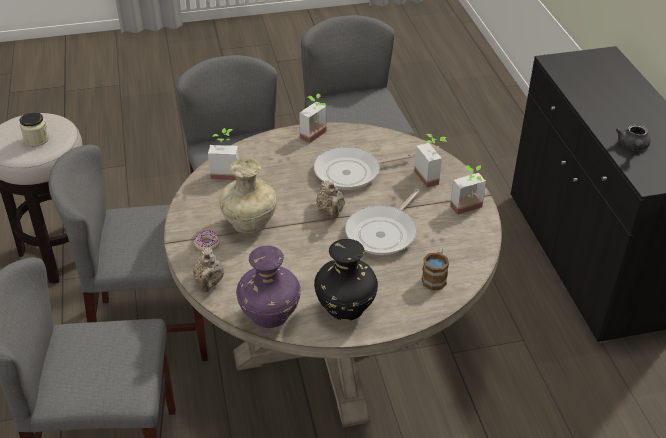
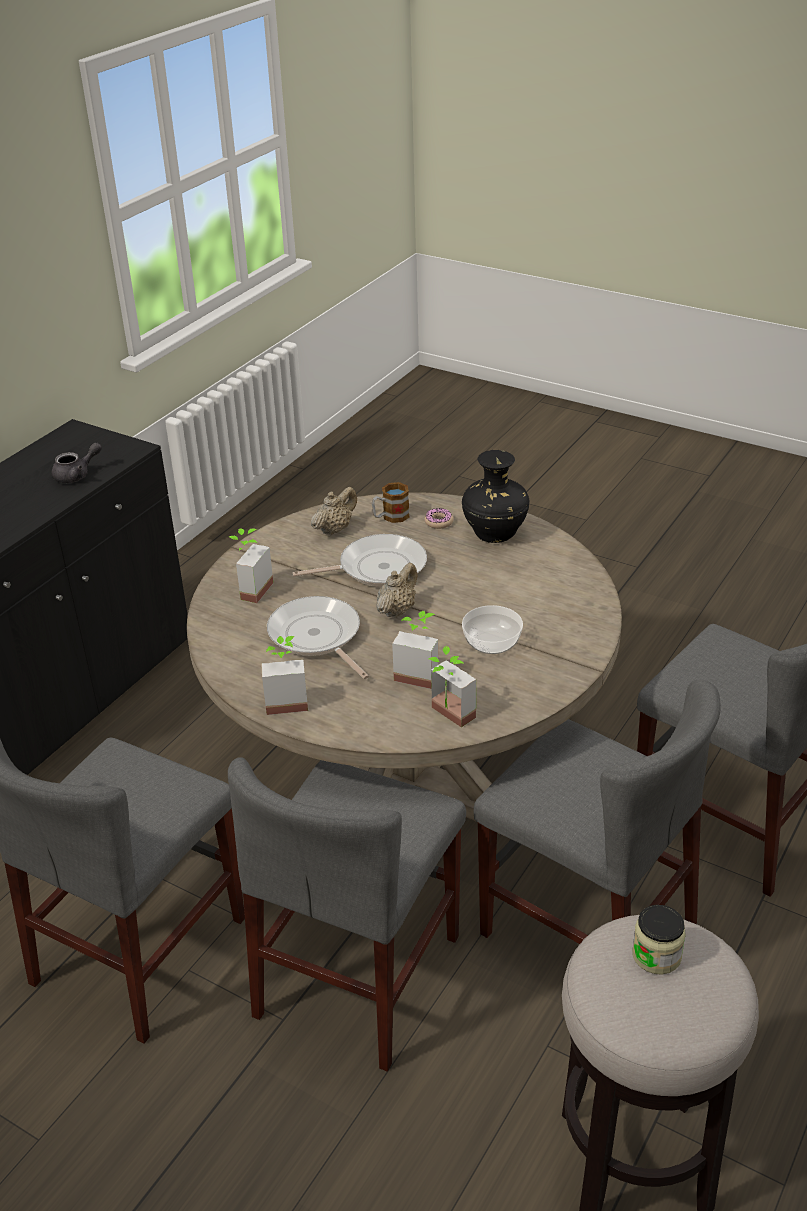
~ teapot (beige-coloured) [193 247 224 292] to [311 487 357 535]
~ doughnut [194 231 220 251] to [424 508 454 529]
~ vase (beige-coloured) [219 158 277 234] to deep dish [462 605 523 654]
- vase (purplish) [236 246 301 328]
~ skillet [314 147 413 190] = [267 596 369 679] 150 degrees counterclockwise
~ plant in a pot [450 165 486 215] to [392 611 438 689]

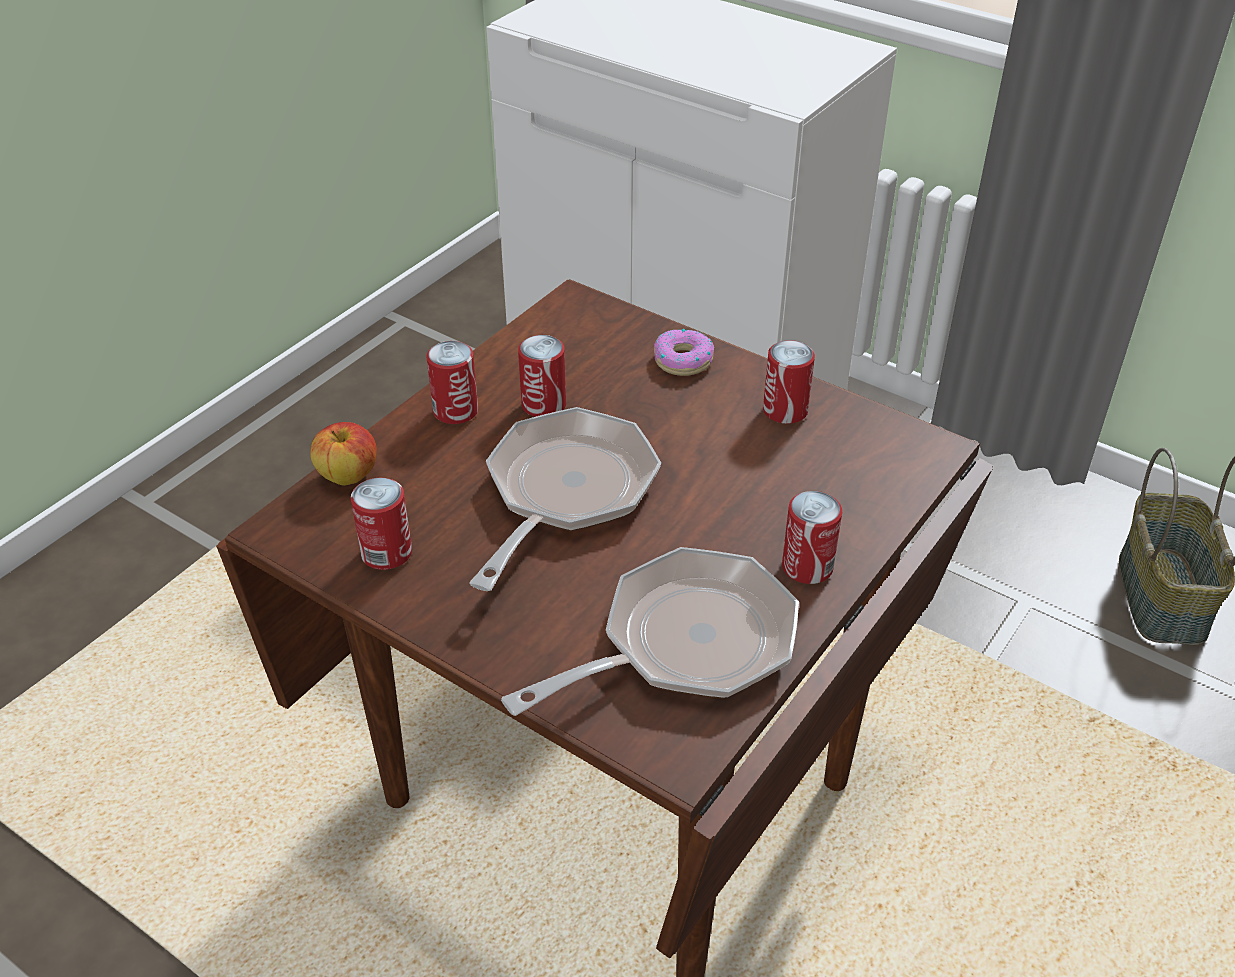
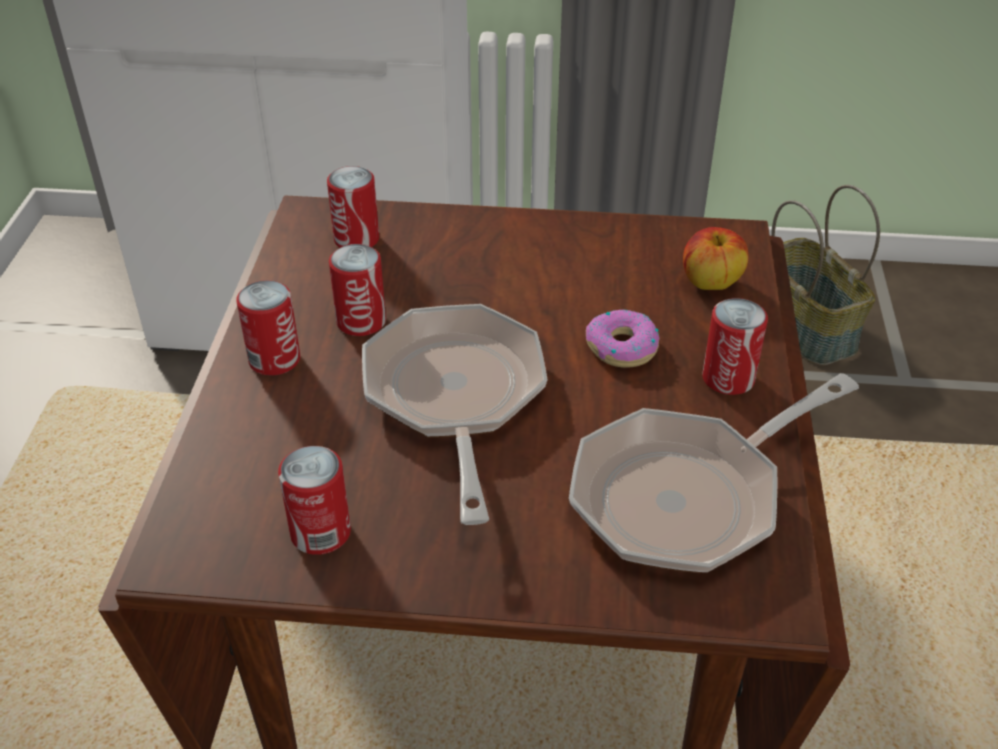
~ apple fruit [310 422 377 486] to [683 227 748 290]
~ skillet [501 547 799 716] = [569 373 859 573] 150 degrees counterclockwise
~ doughnut [654 329 714 376] to [586 310 660 368]
~ can [763 340 815 424] to [327 166 379 248]

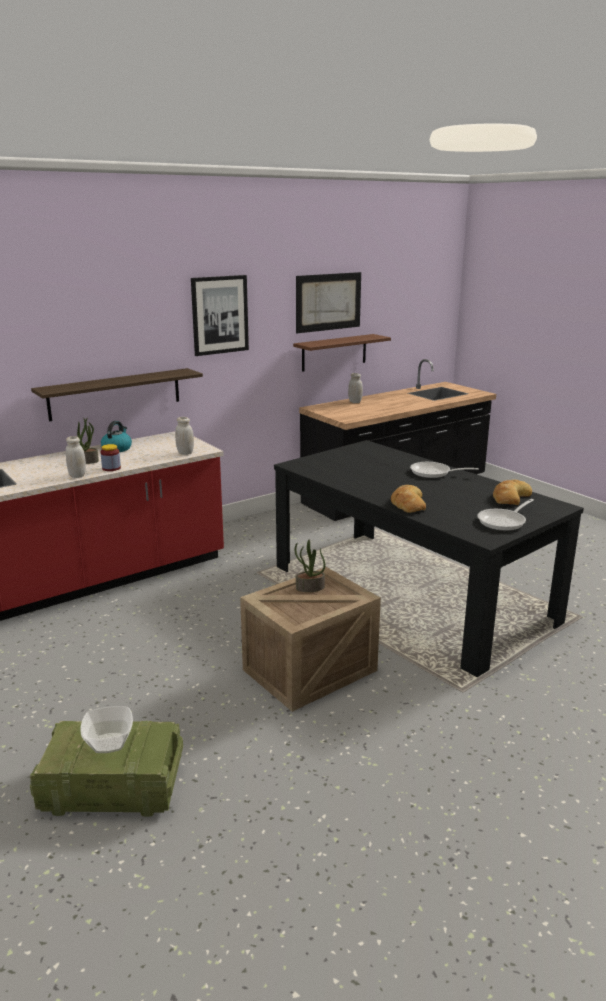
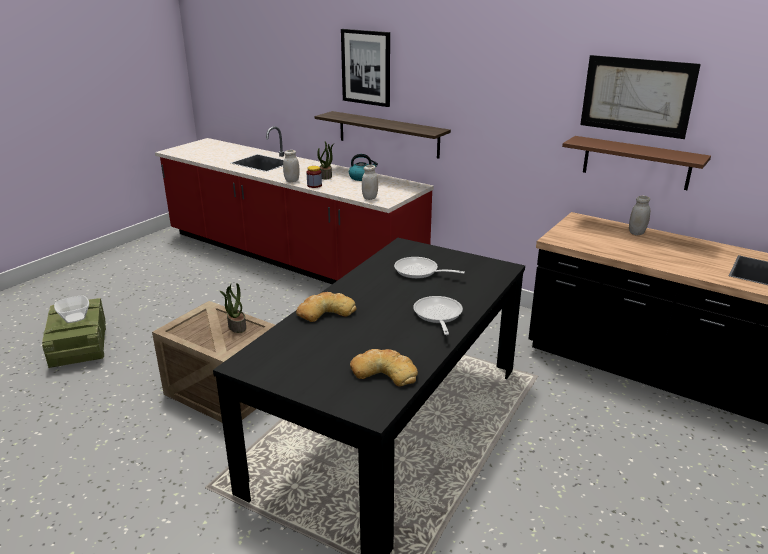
~ wall art [191 275 249 356] to [341 29 390 107]
~ skillet [477 499 534 531] to [394 257 465 279]

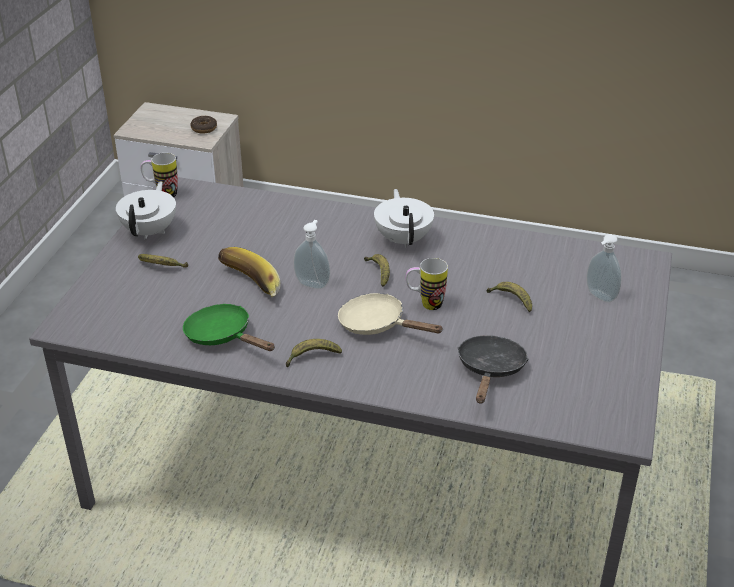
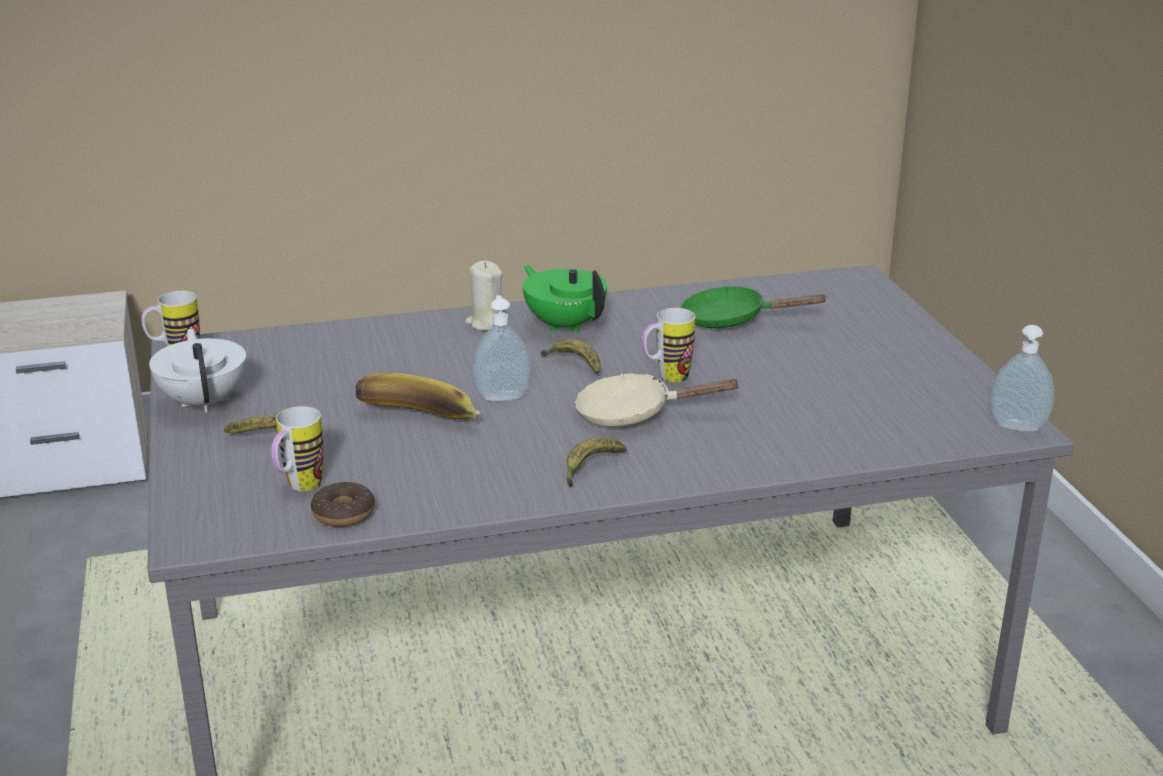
~ skillet (greenish) [183 304 275 351] to [680 286 828 328]
~ doughnut [190 116 217 134] to [311 482 375 527]
~ teapot (whitish) [374 189 434 248] to teapot (greenish) [523 265 607 332]
- skillet (blackish) [457 335 529 403]
- banana fruit [486 282 532 312]
~ soap dispenser [586 234 622 303] to [990 325 1054 432]
+ tea mug [272 406 323 491]
+ wax candle (beige-coloured) [465 260 503 331]

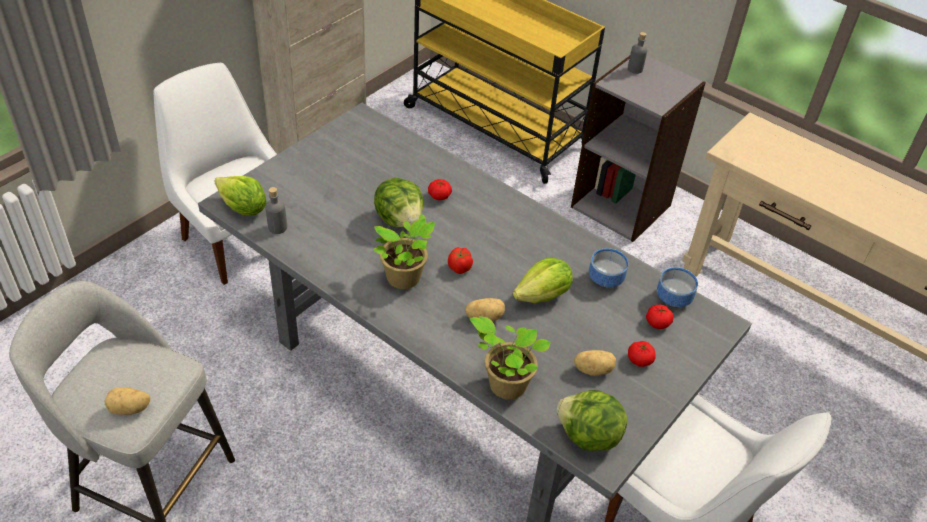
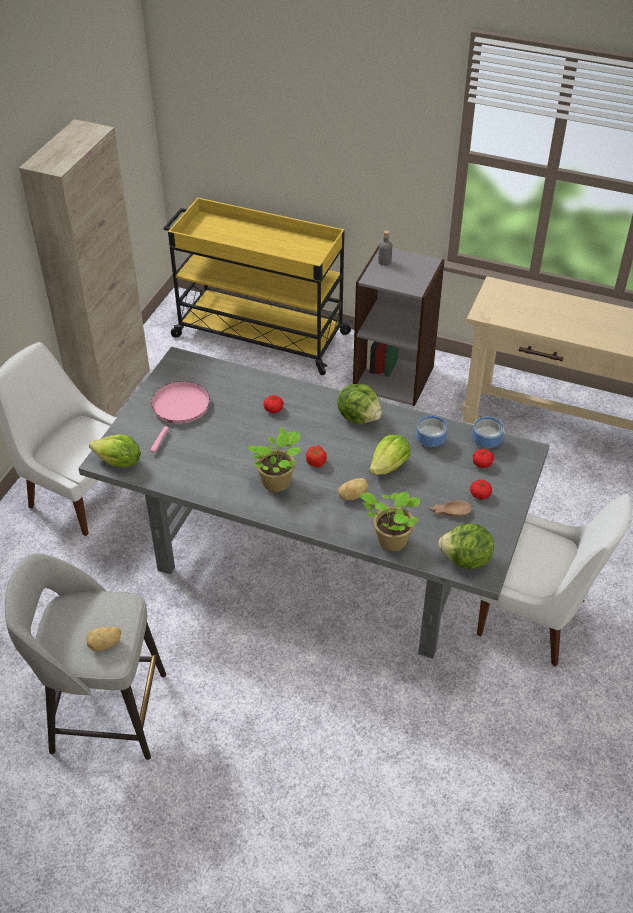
- beverage bottle (greyish) [265 187 287 234]
~ head of lettuce [374 178 424 228] to [337 384 382 424]
~ spud [574 350 616 376] to deep dish (brownish) [429 501 471 517]
+ skillet (pink-coloured) [150 381 210 453]

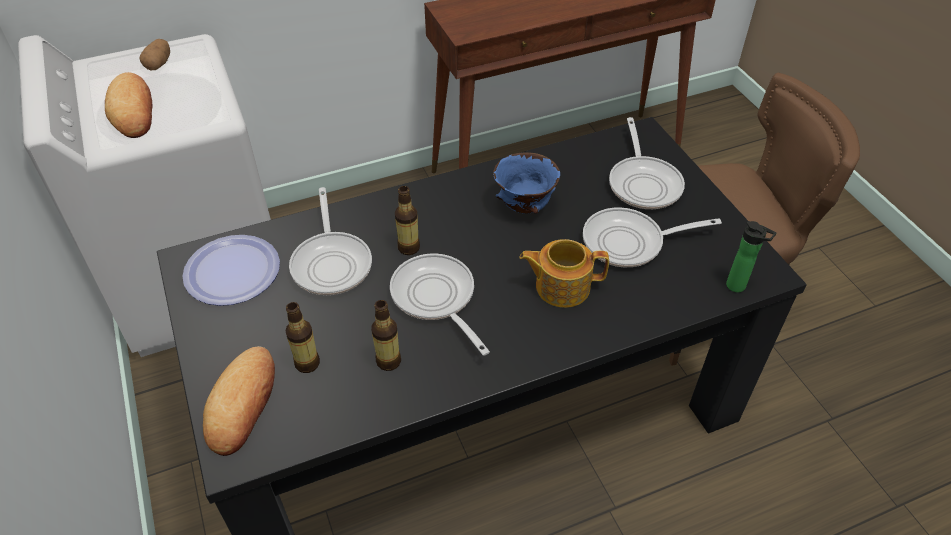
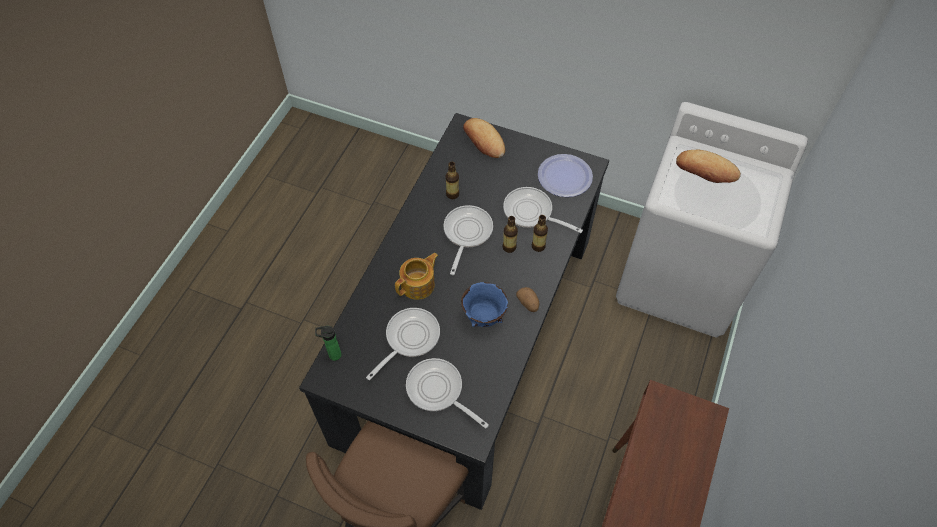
~ spud [139 39 170 70] to [516 287 539 312]
~ beverage bottle [285 302 320 373] to [532 215 548 252]
~ skillet [390 253 490 356] = [444 205 493 275] 90 degrees counterclockwise

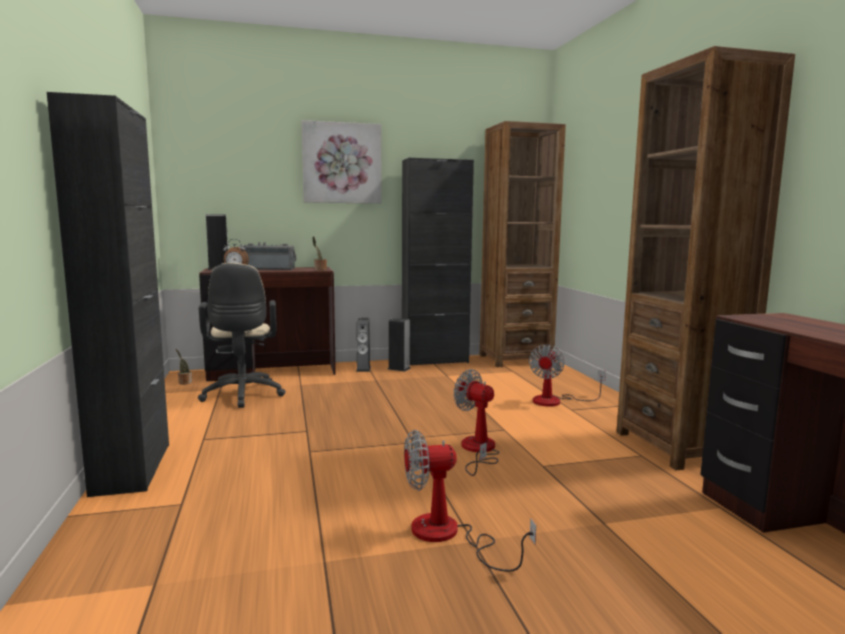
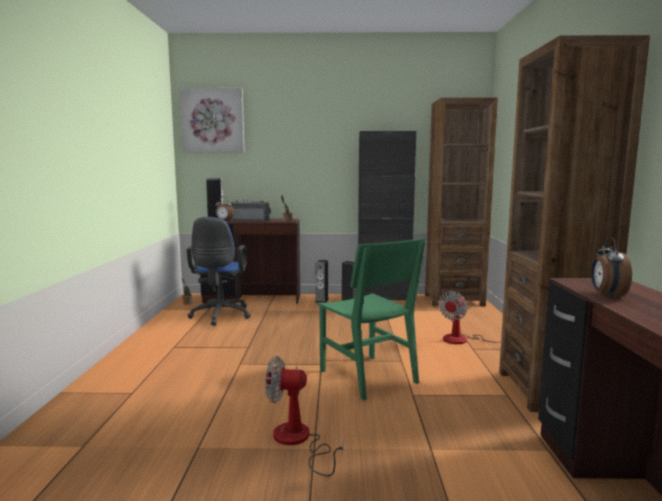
- storage cabinet (blackish) [47 92 169 497]
~ computer chair (beige-coloured) [198 263 286 408] to computer chair (blue) [186 217 251 325]
~ wall art [302 120 382 204] to [179 88 245 152]
~ fan [453 369 500 476] to upright chair (greenish) [317 238 425 401]
+ table clock [591 237 632 298]

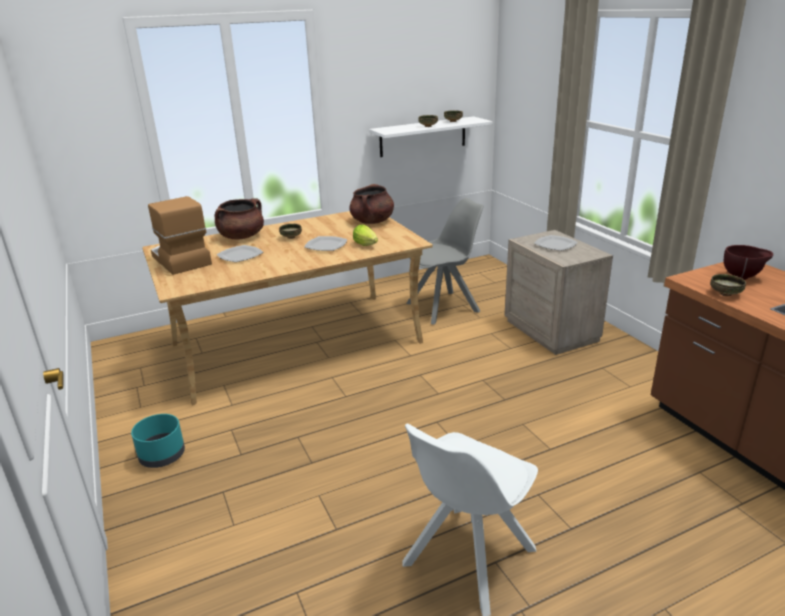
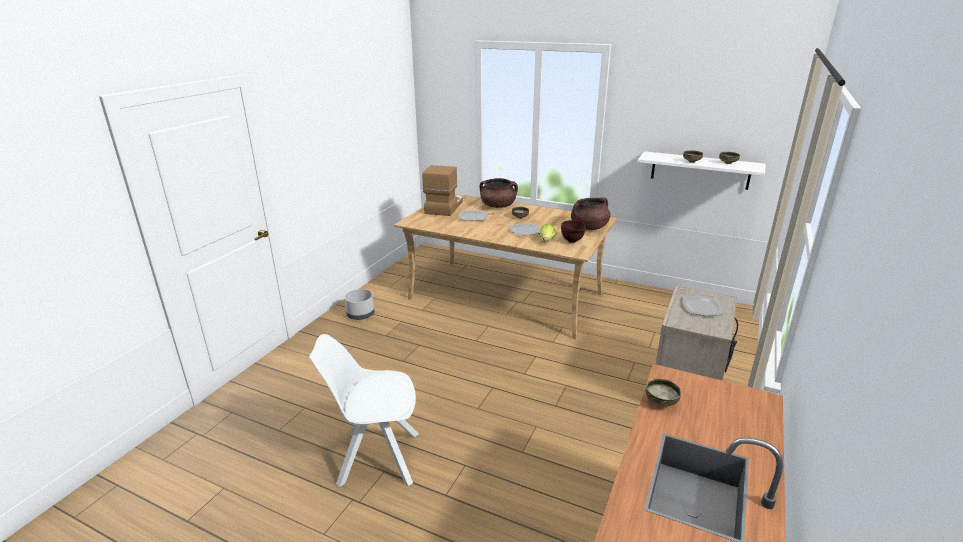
~ plant pot (turquoise-coloured) [131 414 185 468] to plant pot (greyish) [344 289 375 320]
- upright chair (greyish) [406 198 484 325]
~ deep dish (brownish) [724 245 773 280] to [561 220 586 243]

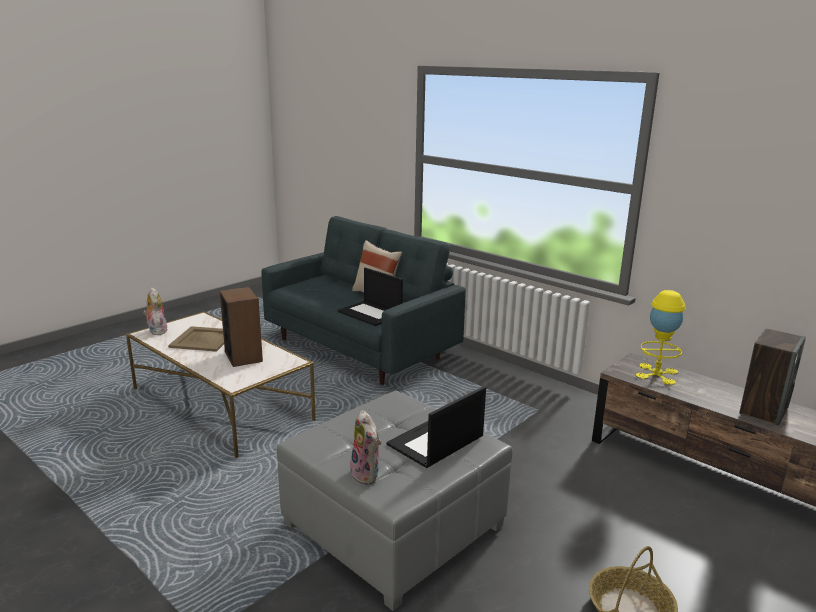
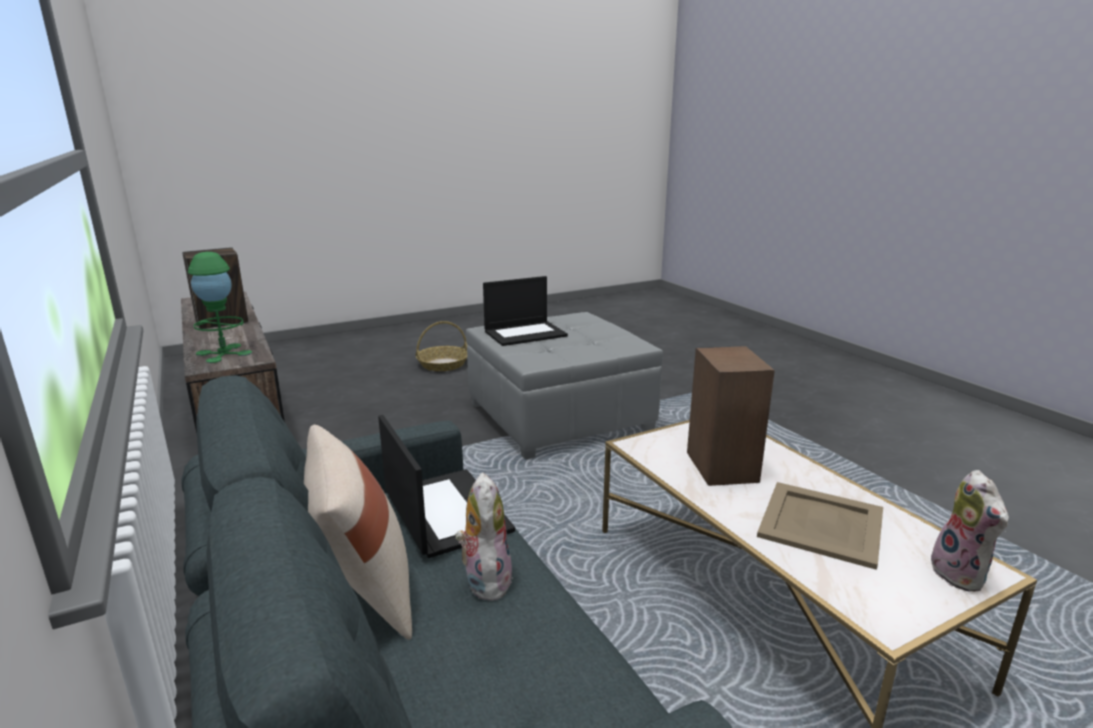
~ plush toy [348 410 382 485] to [456 472 513 601]
~ lamp for a table (yellowish) [636 290 686 385] to lamp for a table (greenish) [188 252 252 363]

